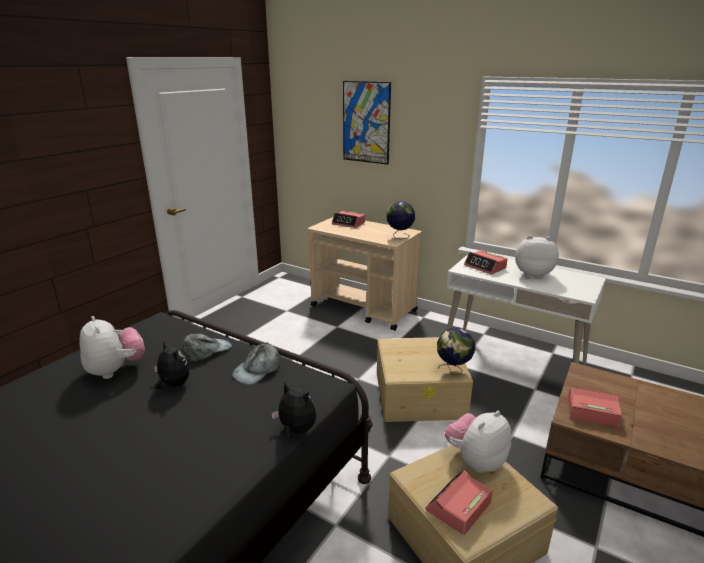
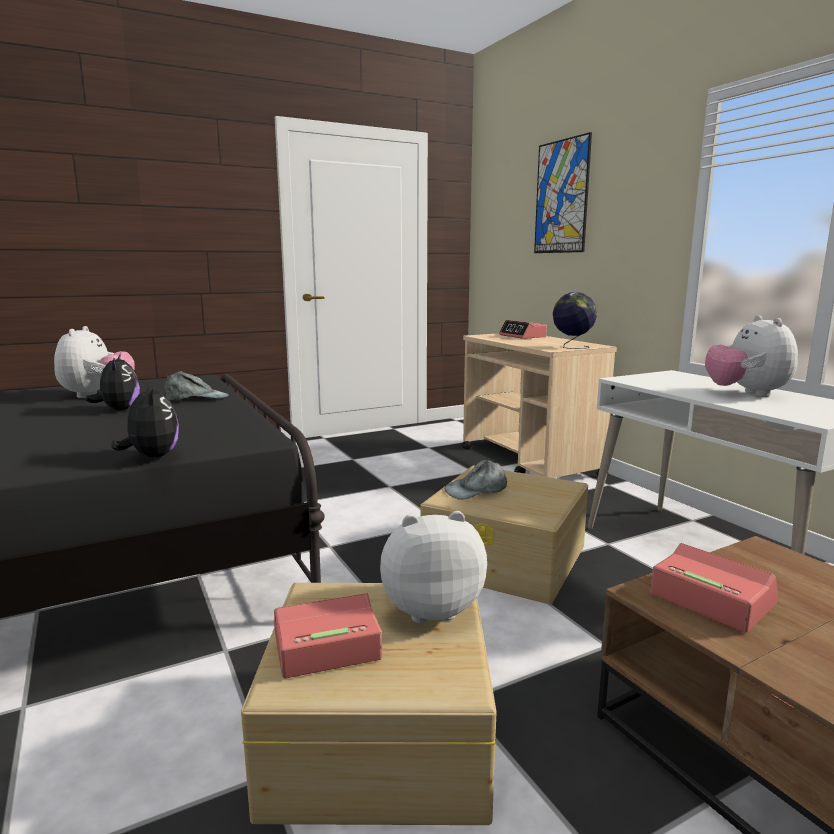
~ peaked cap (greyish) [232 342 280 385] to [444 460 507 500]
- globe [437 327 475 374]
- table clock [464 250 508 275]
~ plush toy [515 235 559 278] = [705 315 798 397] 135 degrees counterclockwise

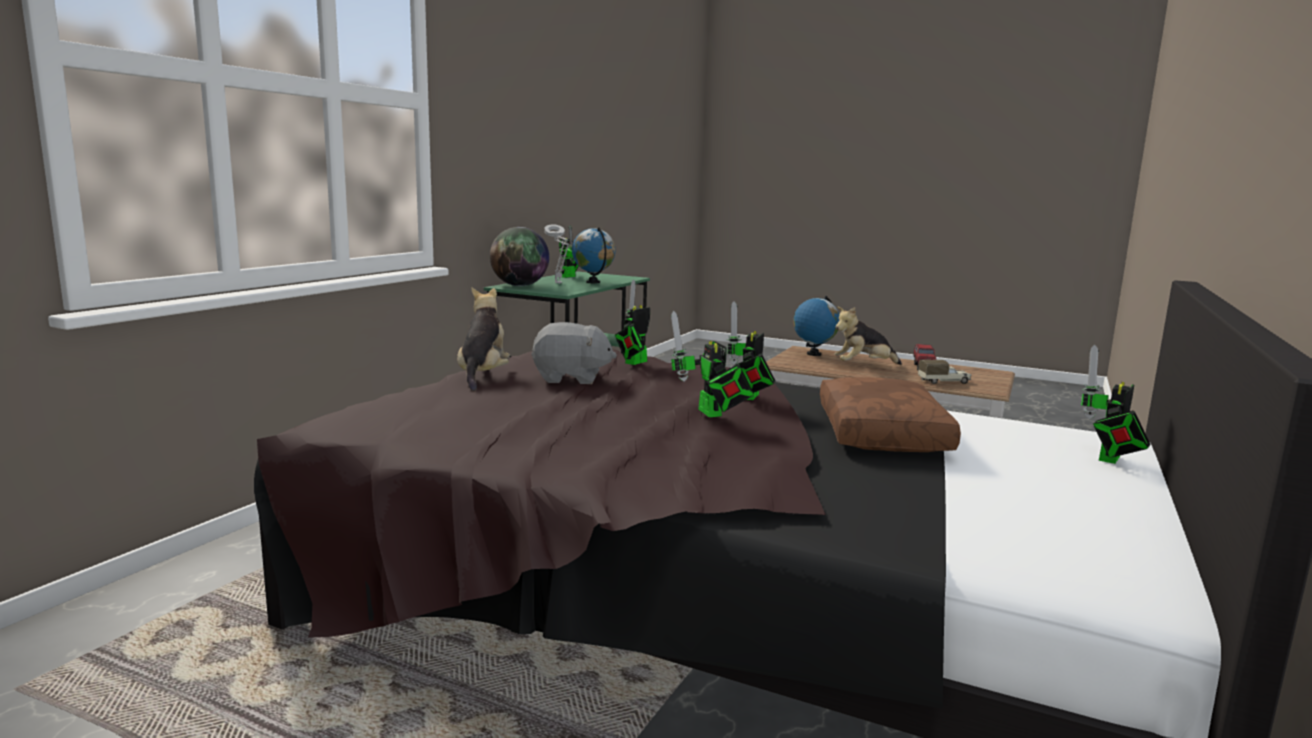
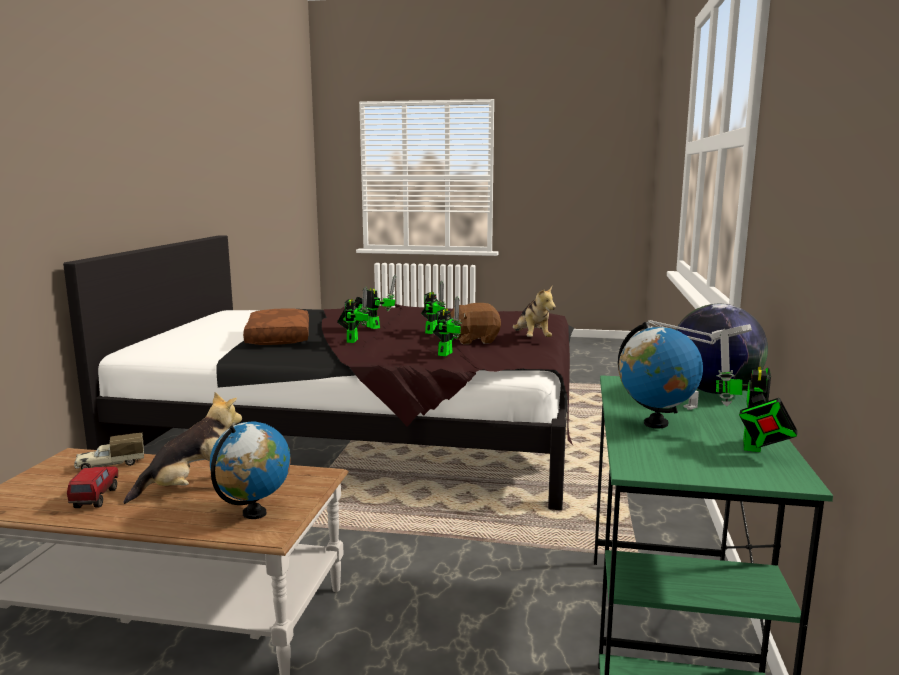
~ plush toy (greyish) [531 322 617 384] to plush toy (brownish) [451 303 501 344]
~ toy robot [1081 344 1151 464] to [421 280 446 334]

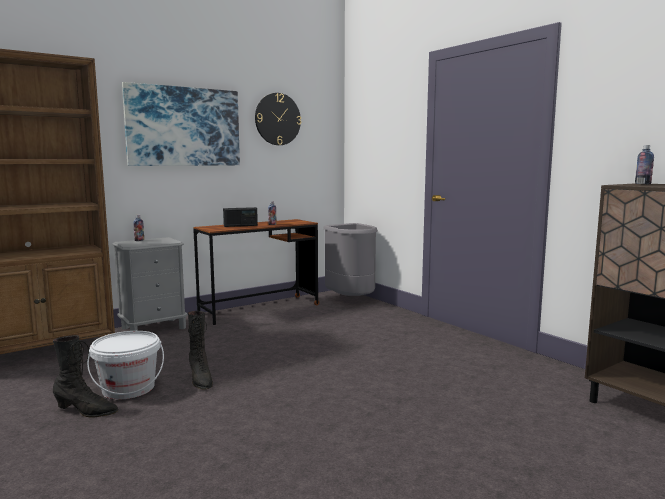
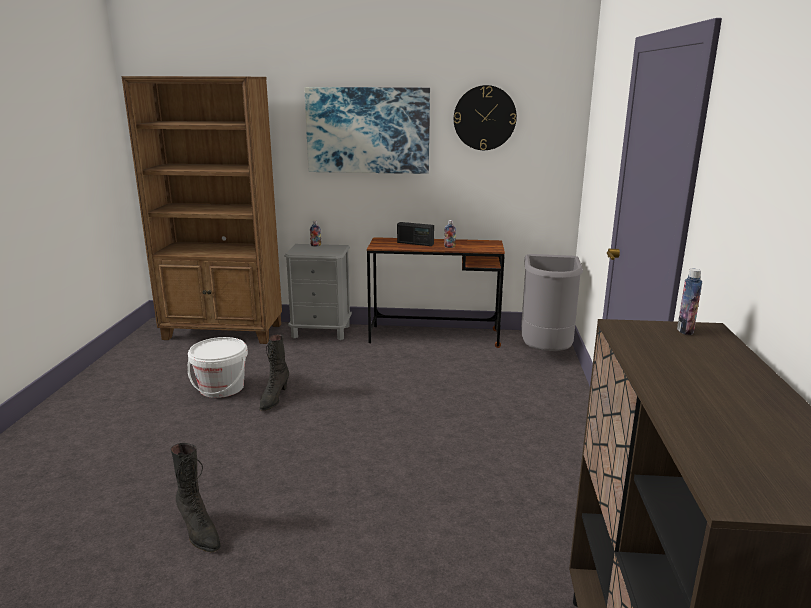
~ boot (blackish) [53 335 118 418] to [171 443 221 552]

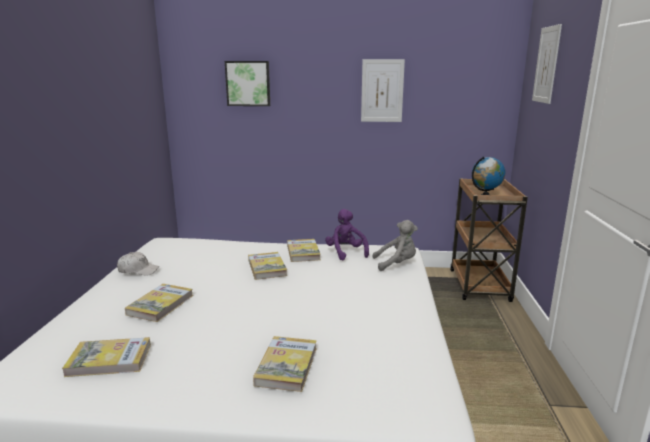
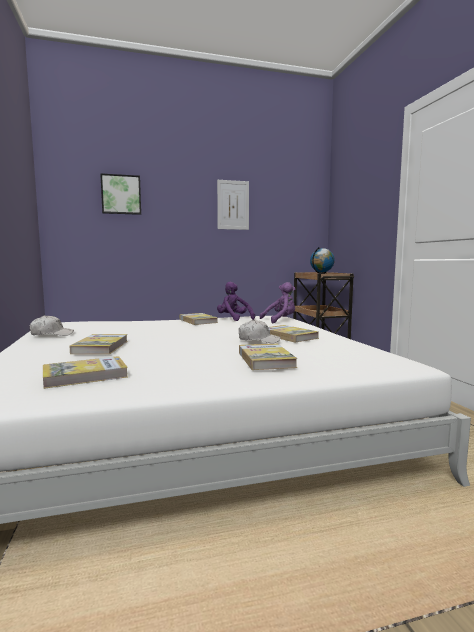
~ book [248 252 287 280] to [268 325 319 343]
~ plush toy (greyish) [372 220 418 271] to plush toy (purplish) [260 282 295 323]
- wall art [532 24 562 104]
+ peaked cap (whitish) [239 320 281 343]

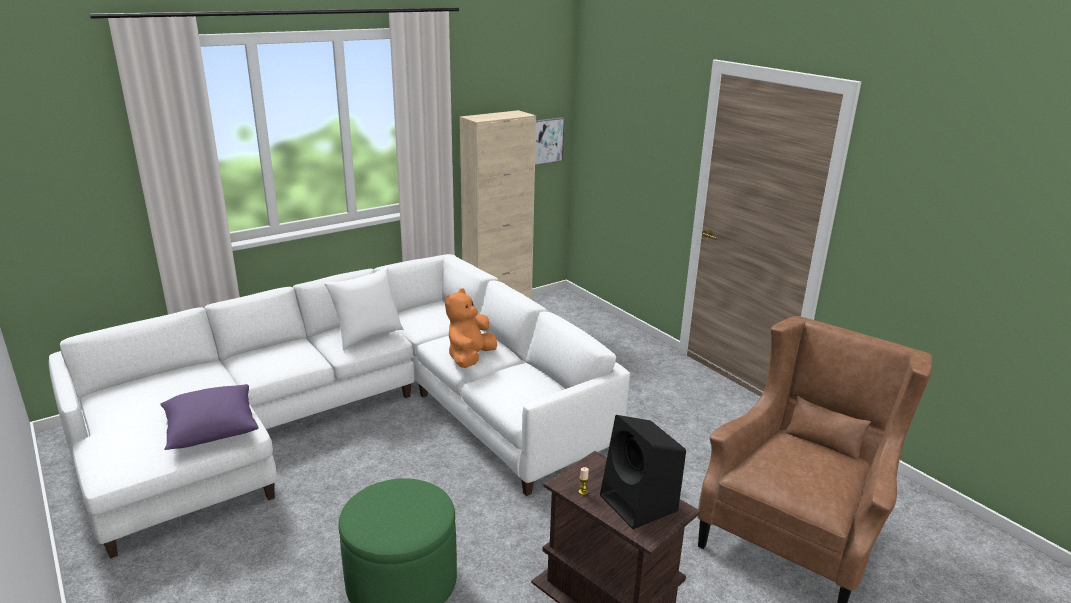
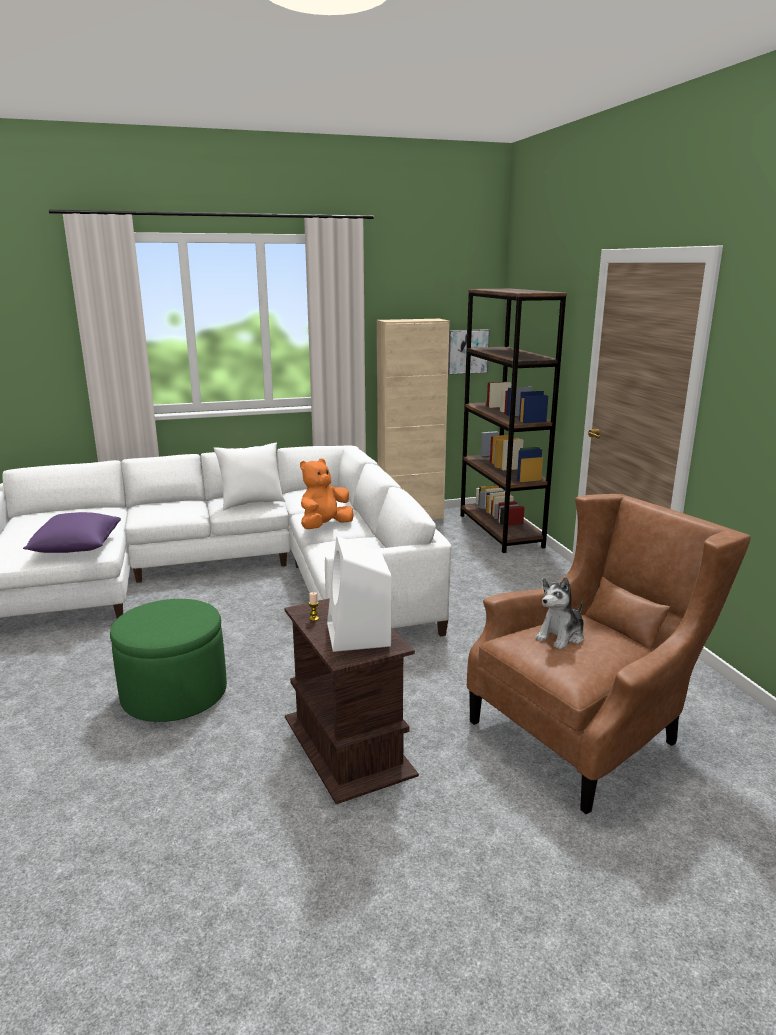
~ loudspeaker (blackish) [600 415 686 529] to loudspeaker (whitish) [327 536 391 652]
+ bookcase (brownish) [460 289 567 553]
+ plush toy [535 577 584 650]

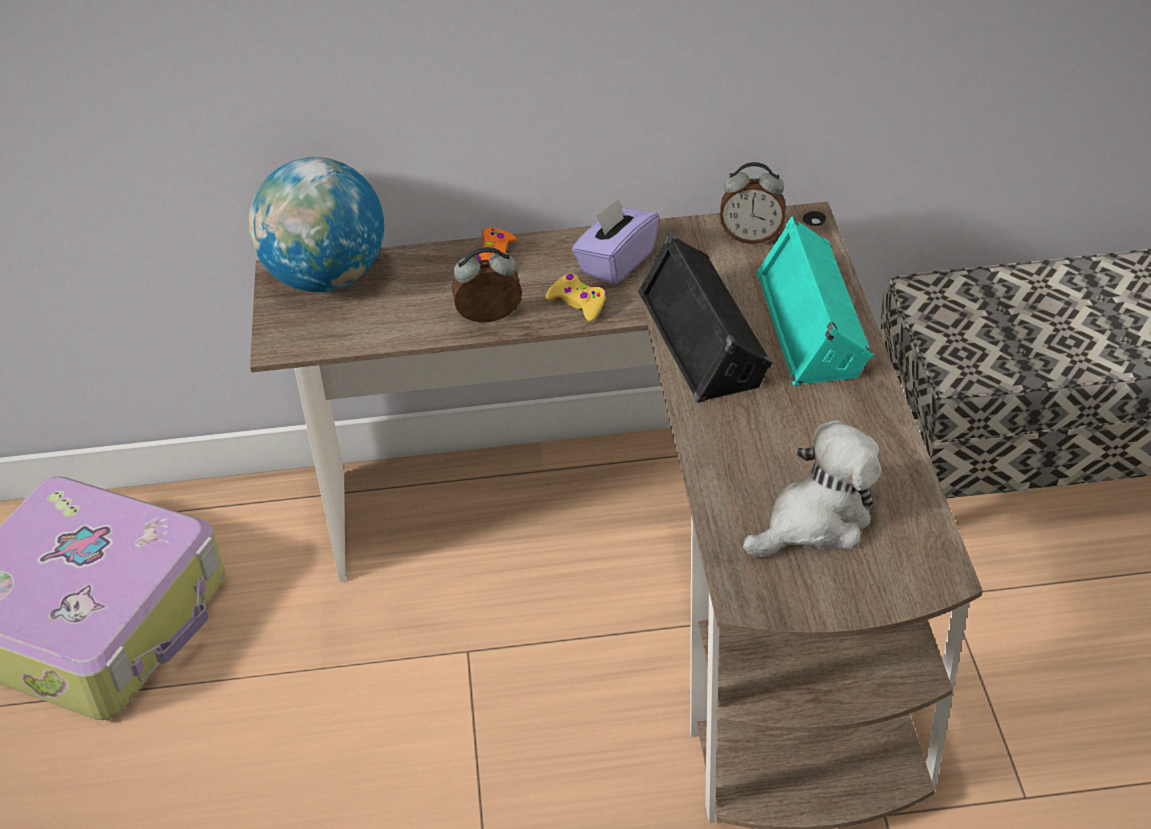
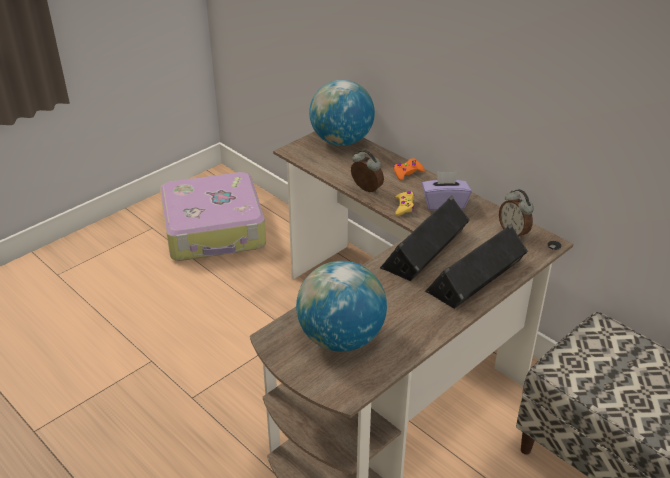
~ plush toy [743 420 882 558] to globe [296 261 387 352]
~ loudspeaker (turquoise-coloured) [756 216 873 386] to loudspeaker (blackish) [425 223 528 309]

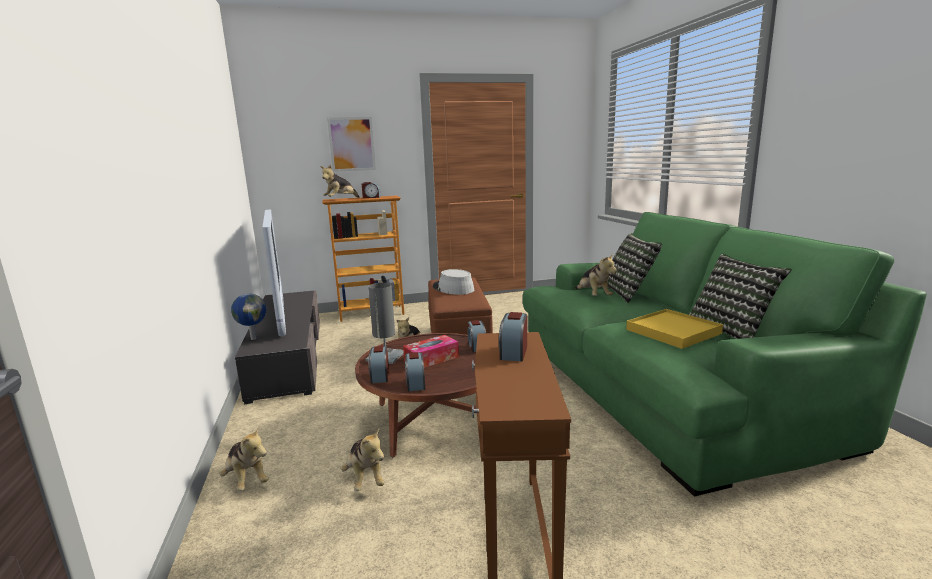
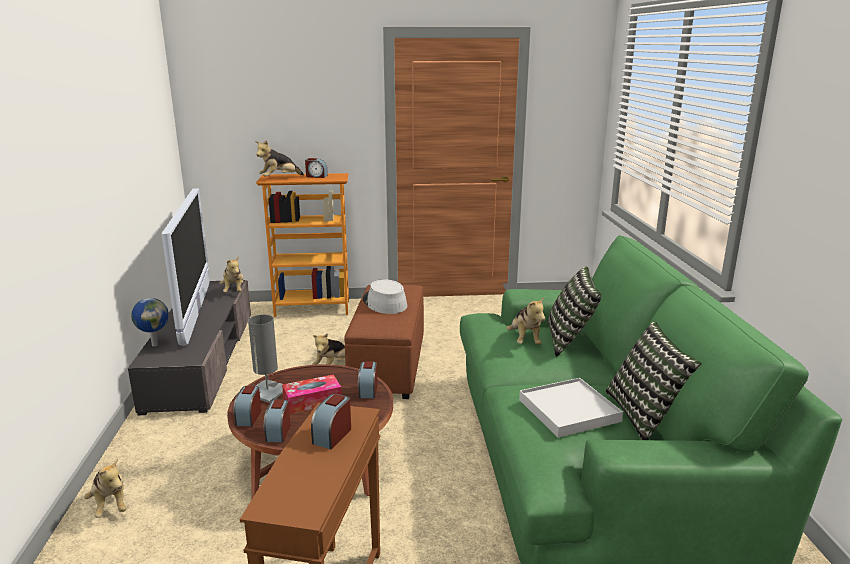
- wall art [327 117 376 172]
~ plush toy [341 429 385 491] to [220 256 244 292]
~ tray (yellowish) [626 309 723 349] to tray (whitish) [519 378 623 438]

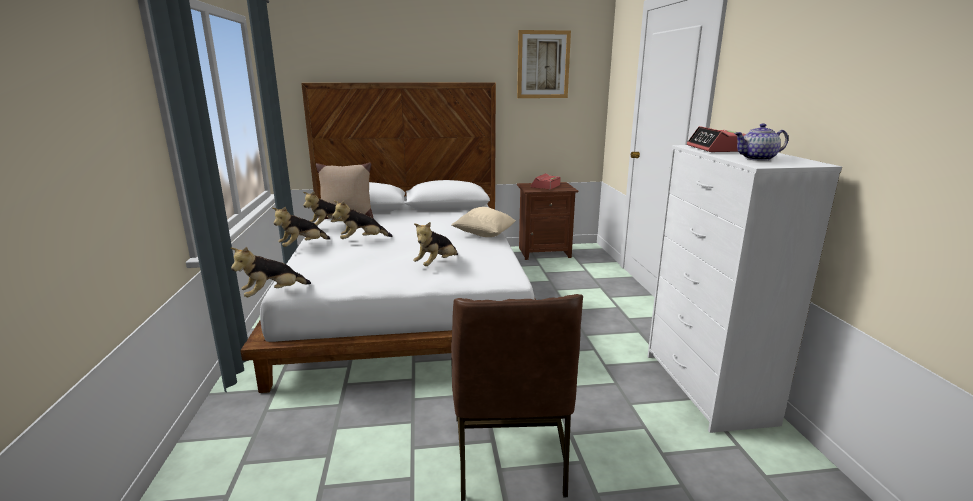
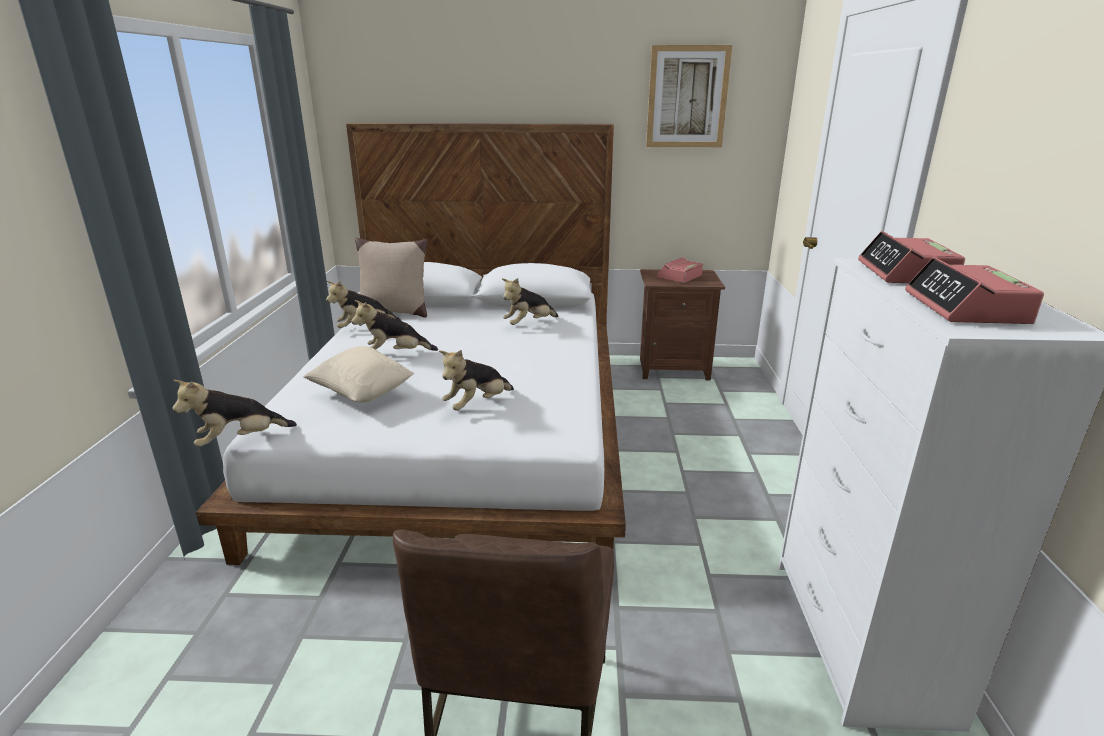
~ plush toy [272 206 331 247] to [502 278 558 325]
~ throw pillow (beige-coloured) [452 207 516 237] to [303 346 414 402]
~ teapot [734 123 788 161] to table clock [905 257 1044 324]

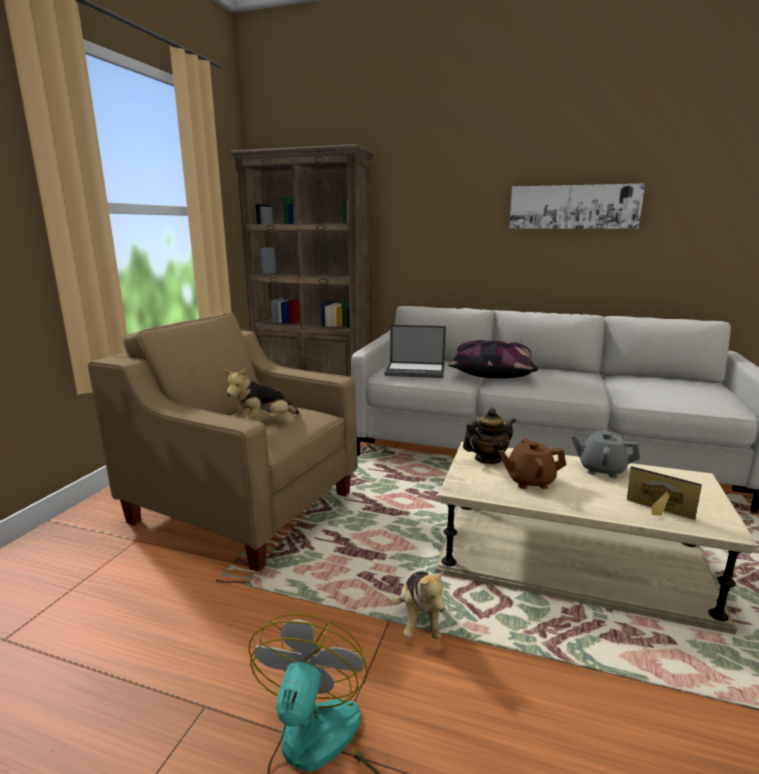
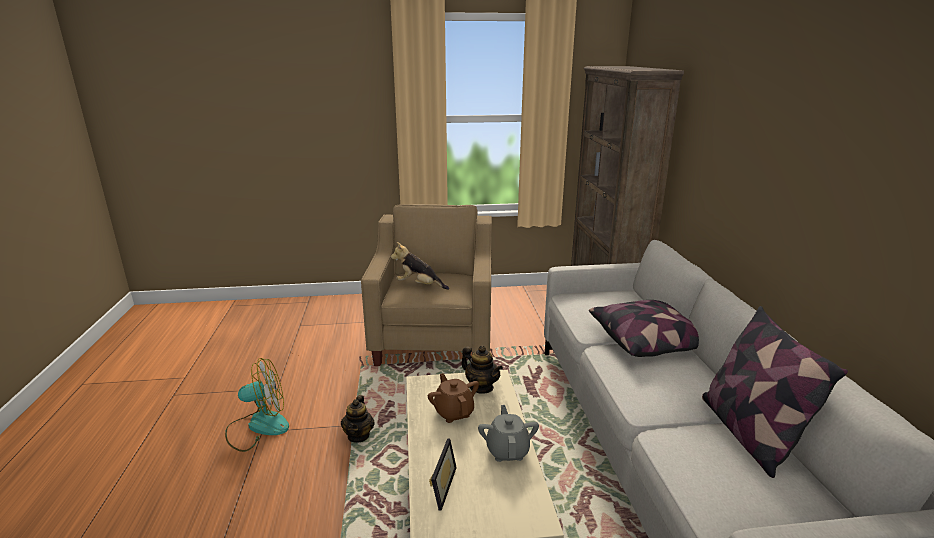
- portable computer [385 325 446 378]
~ plush toy [392 569 445 639] to teapot [341 395 375 443]
- wall art [509 183 645 229]
+ throw pillow [702 306 848 478]

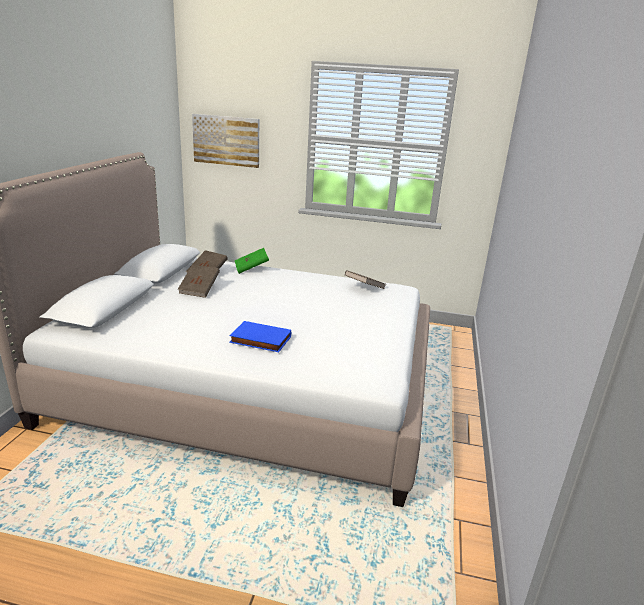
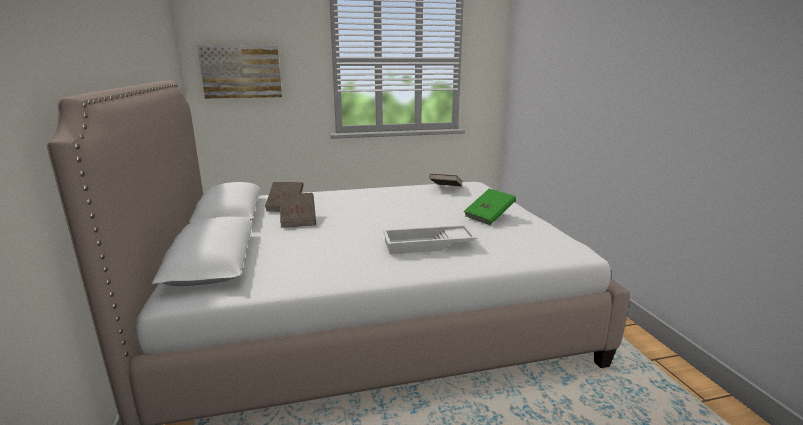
~ book (blue) [229 321 291 352] to tray (whitish) [383 225 477 254]
~ book (greenish) [235 248 269 274] to [464 189 516 225]

